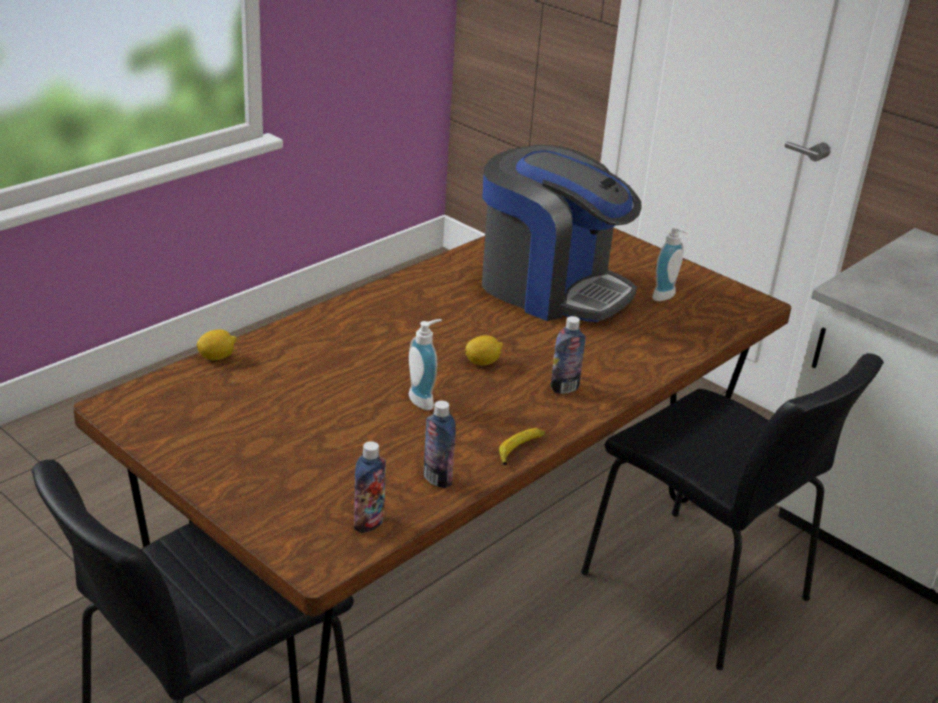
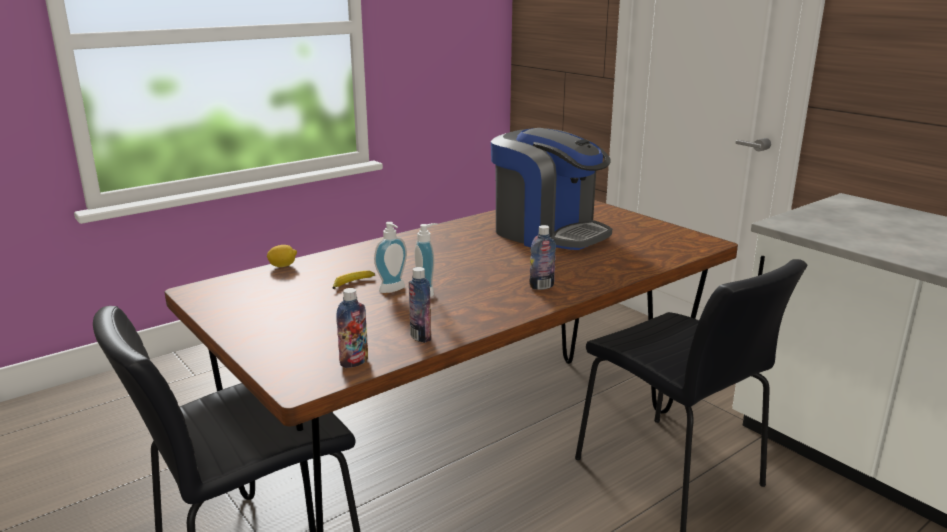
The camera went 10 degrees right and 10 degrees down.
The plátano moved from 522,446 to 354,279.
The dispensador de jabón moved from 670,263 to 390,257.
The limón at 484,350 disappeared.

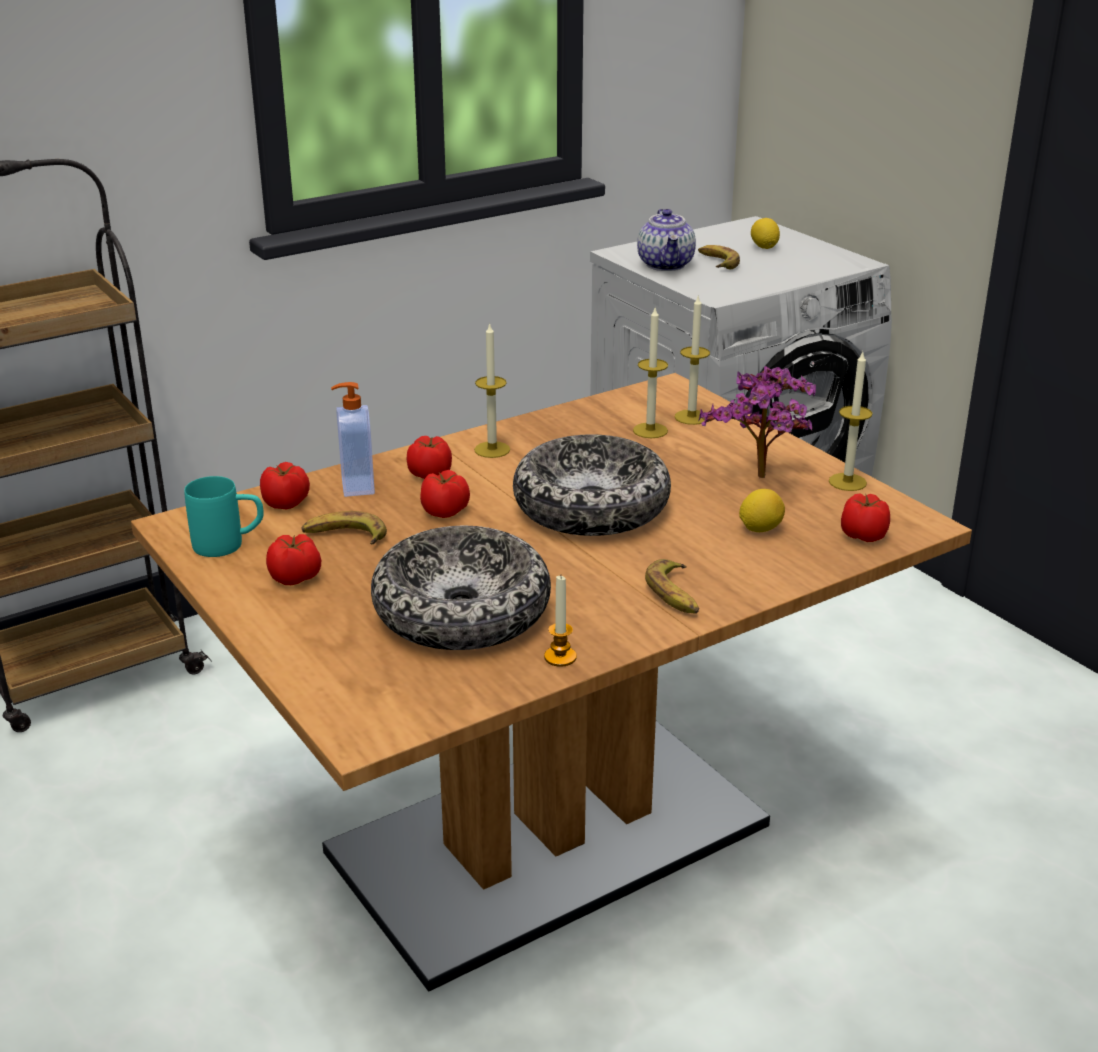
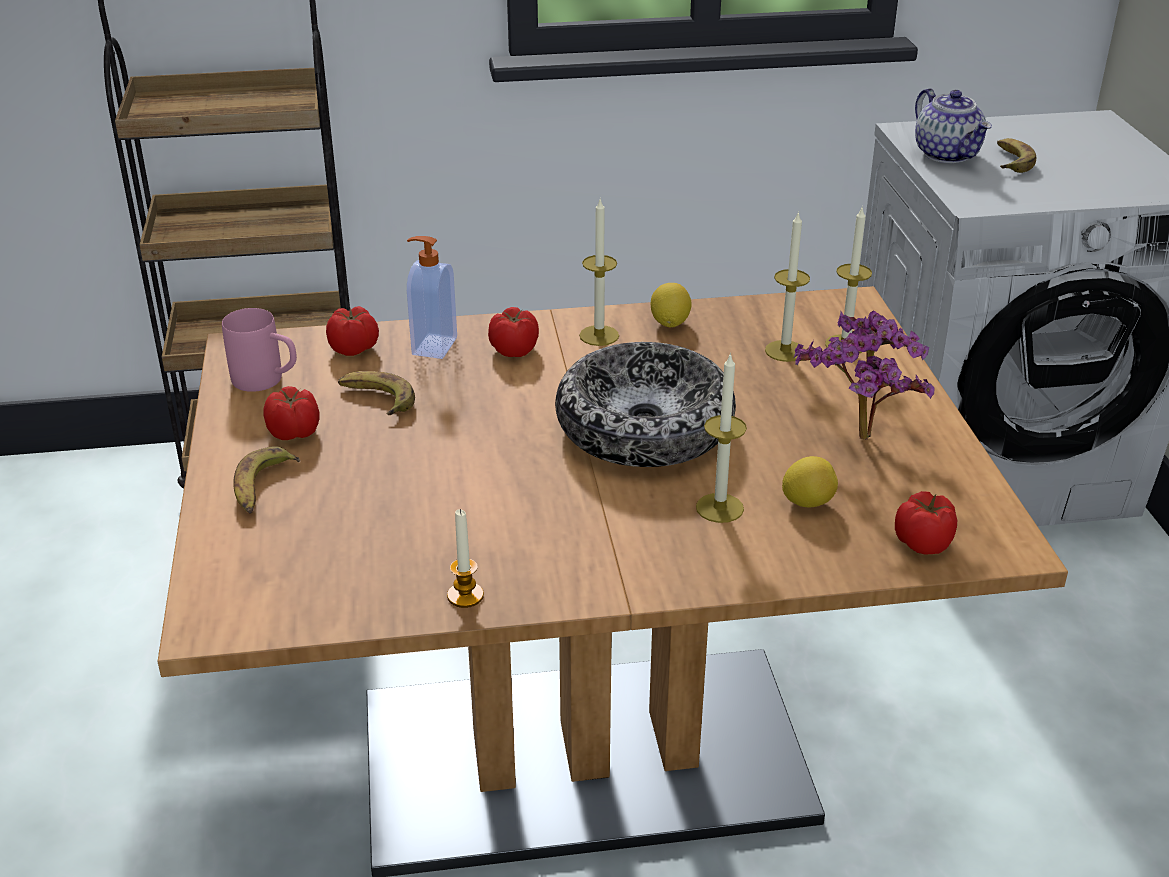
The camera went 25 degrees right and 5 degrees up.
The taza grande [turquesa] at 224,516 became the taza grande [rosa] at 259,350.
The plátano moved from 672,586 to 266,480.
The limón moved from 765,233 to 671,305.
The vela moved from 850,421 to 721,437.
The tetera at 666,240 turned 45 degrees counterclockwise.
The cuenco at 461,588 disappeared.
The tomate at 445,494 disappeared.

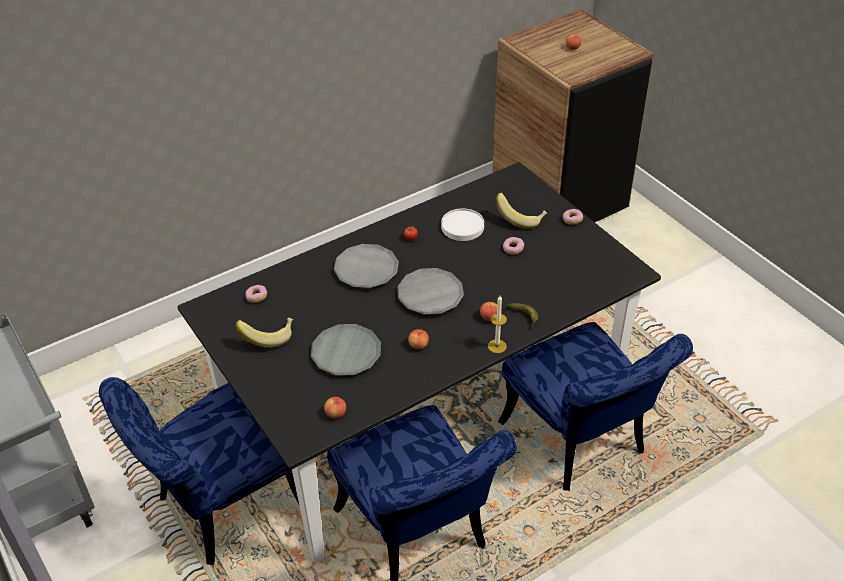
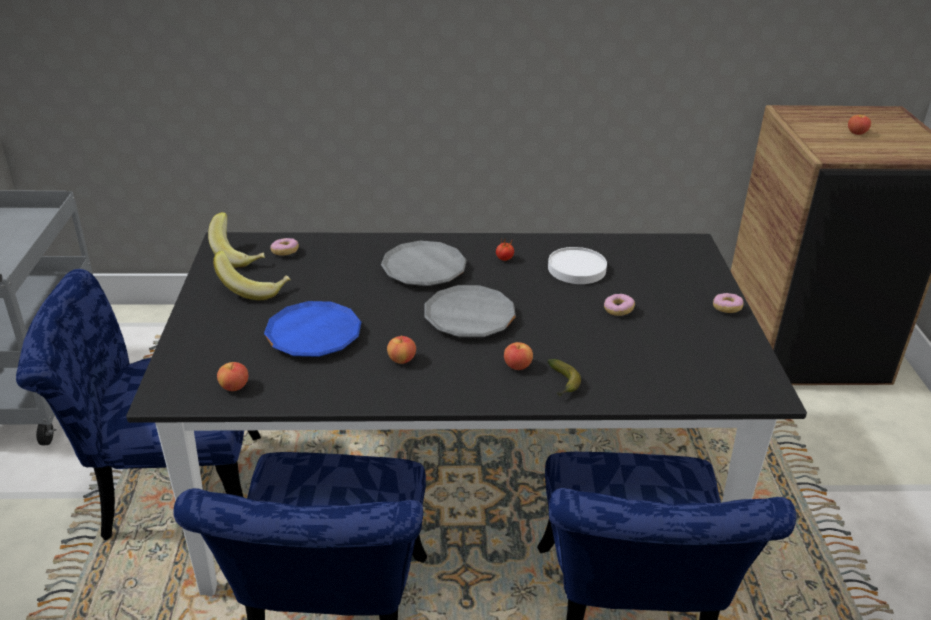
The camera went 30 degrees right and 10 degrees down.
The plátano moved from 521,211 to 236,240.
The plato [gris] at 346,350 became the plato [azul] at 312,329.
The vela at 497,324 disappeared.

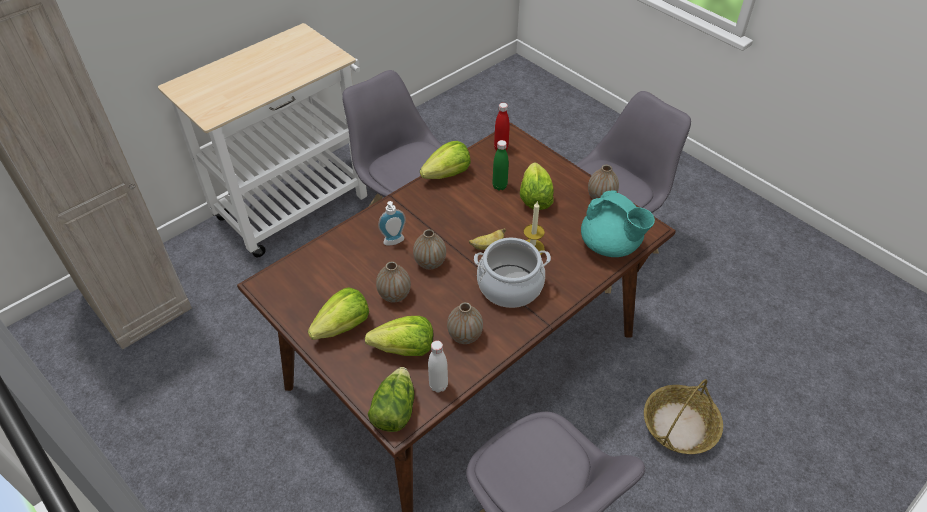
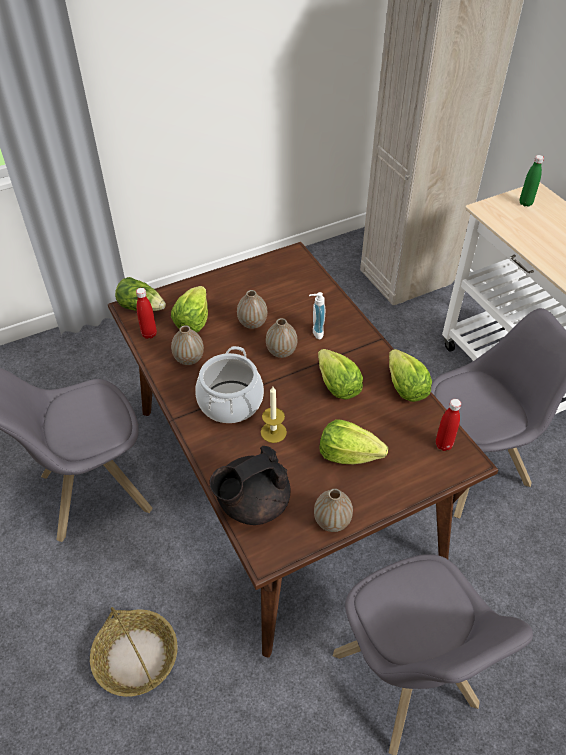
The camera went 105 degrees right and 0 degrees up.
The botella [blanco] at 438,367 became the botella [rojo] at 146,313.
The tetera [turquesa] at 618,224 became the tetera [negro] at 250,485.
The lechuga moved from 338,313 to 340,374.
The botella [verde] moved from 500,165 to 532,181.
The plátano at 487,239 disappeared.

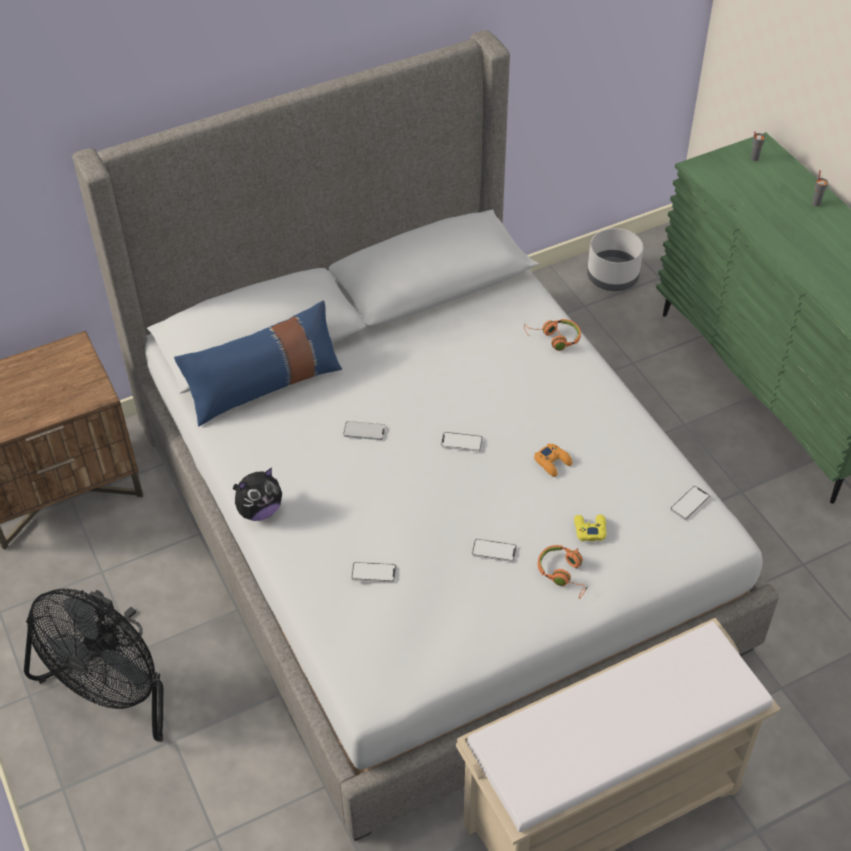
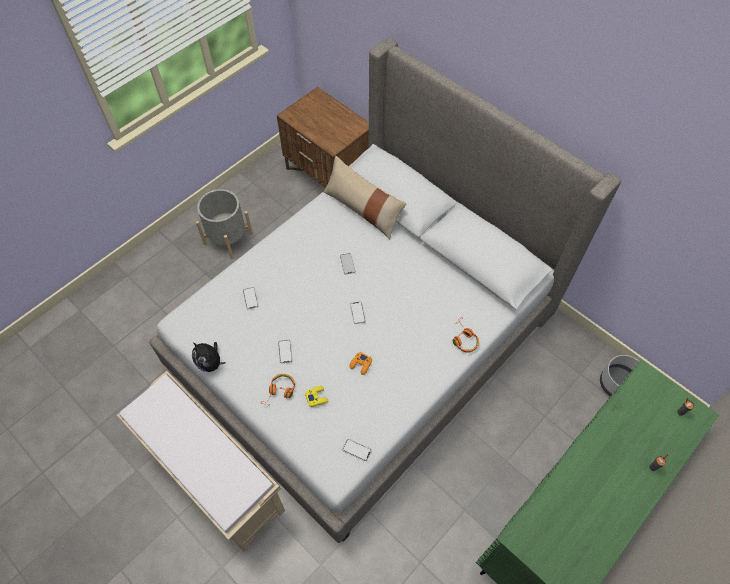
The camera went 70 degrees right and 10 degrees up.
The peluche moved from 257,494 to 208,357.
The ventilador [negro] at 93,665 was replaced by the maceta [gris] at 224,224.
The cojín [azul] at 258,363 became the cojín [beis] at 365,197.

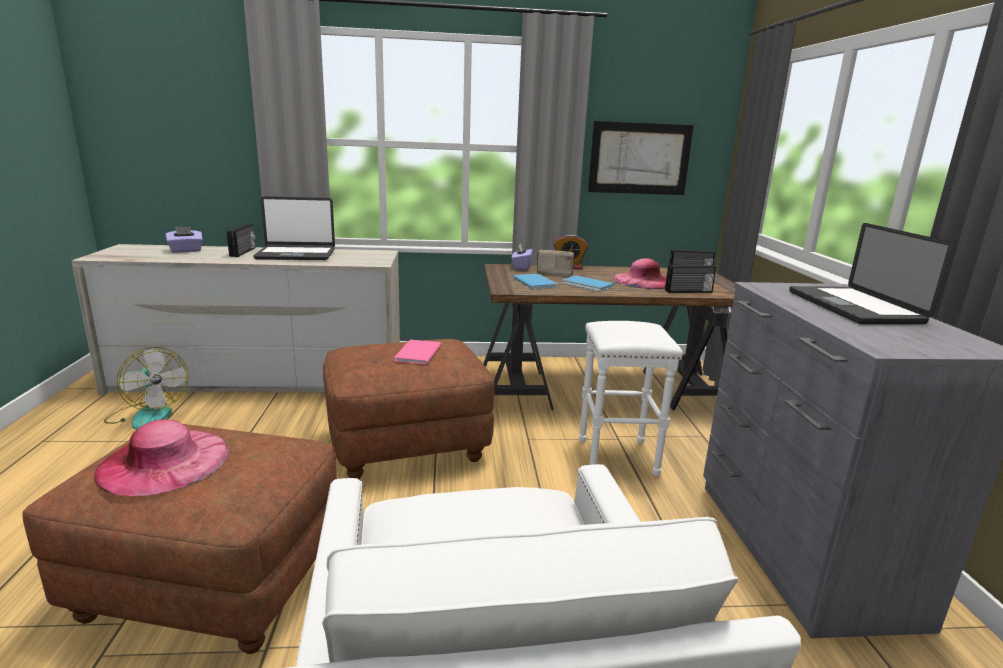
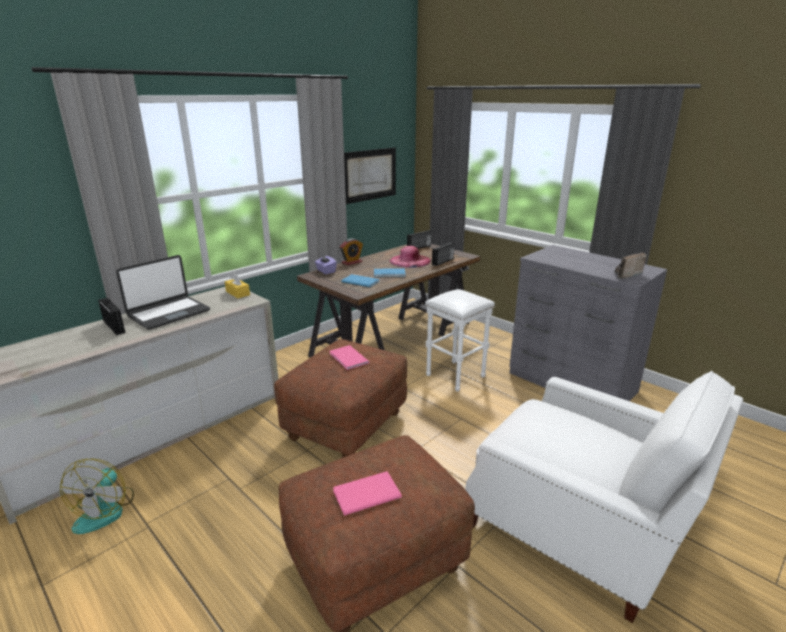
The camera went 40 degrees left and 5 degrees up.
The ventilador at 146,388 turned 90 degrees clockwise.
The caja de pañuelos [amarillo] at 237,285 appeared.
The sombrero [rosa] at 161,458 was replaced by the libro [rosa] at 367,493.
The radio moved from 556,262 to 630,266.
The caja de pañuelos [morado] at 184,239 disappeared.
The portátil at 871,273 disappeared.

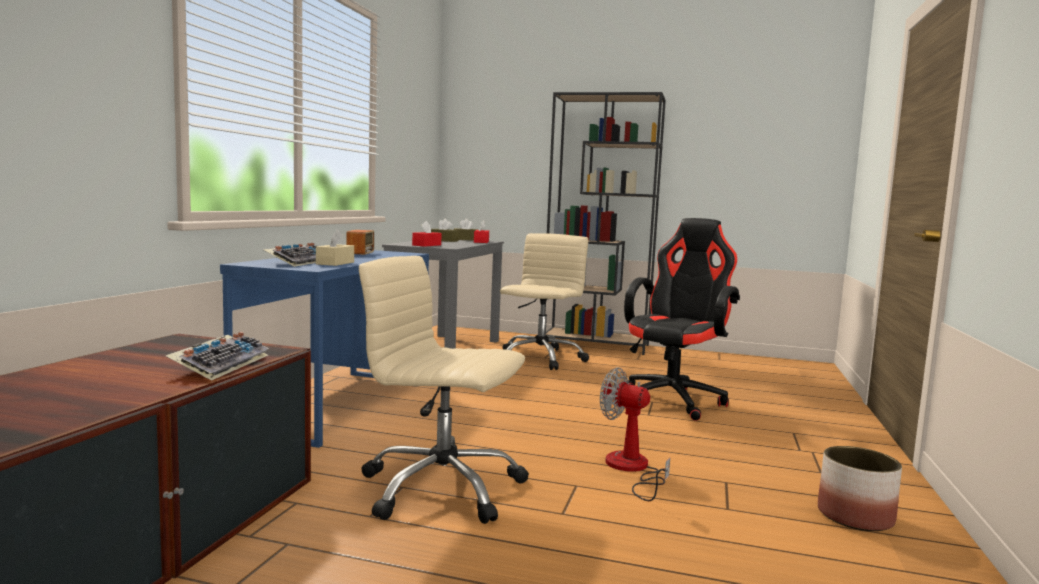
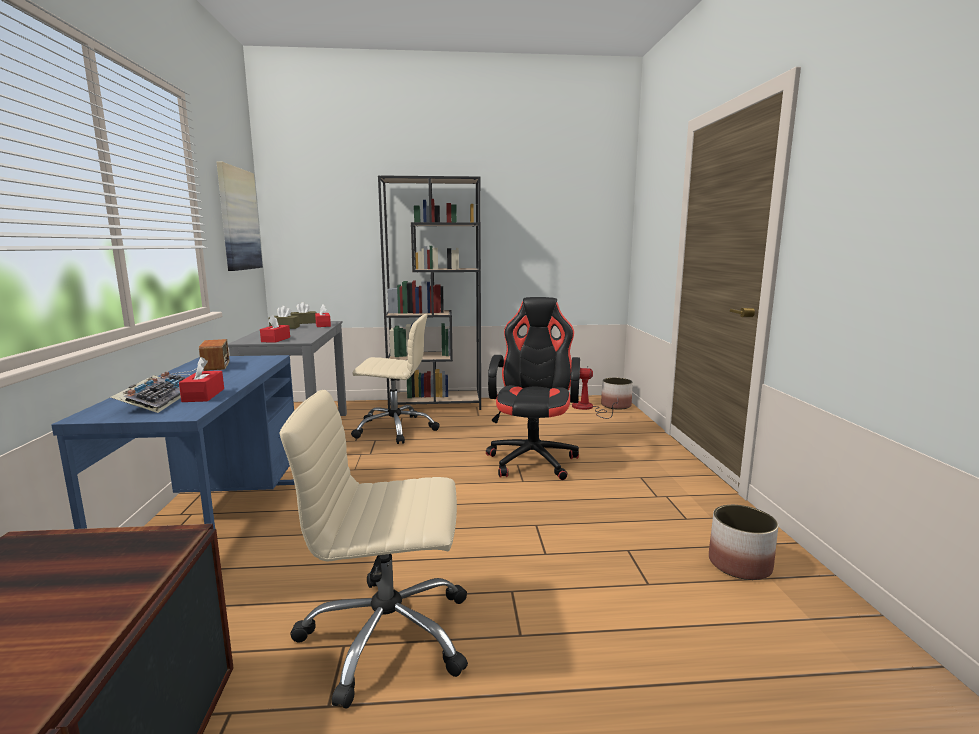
The camera went 20 degrees left and 5 degrees up.
The caja de pañuelos [beis] at 335,247 became the caja de pañuelos [rojo] at 201,379.
The cuadro at 240,216 appeared.
The silla de oficina [beis] at 544,301 turned 90 degrees clockwise.
The ventilador moved from 635,434 to 595,392.
The maceta at 617,394 appeared.
The teclado at 217,356 disappeared.

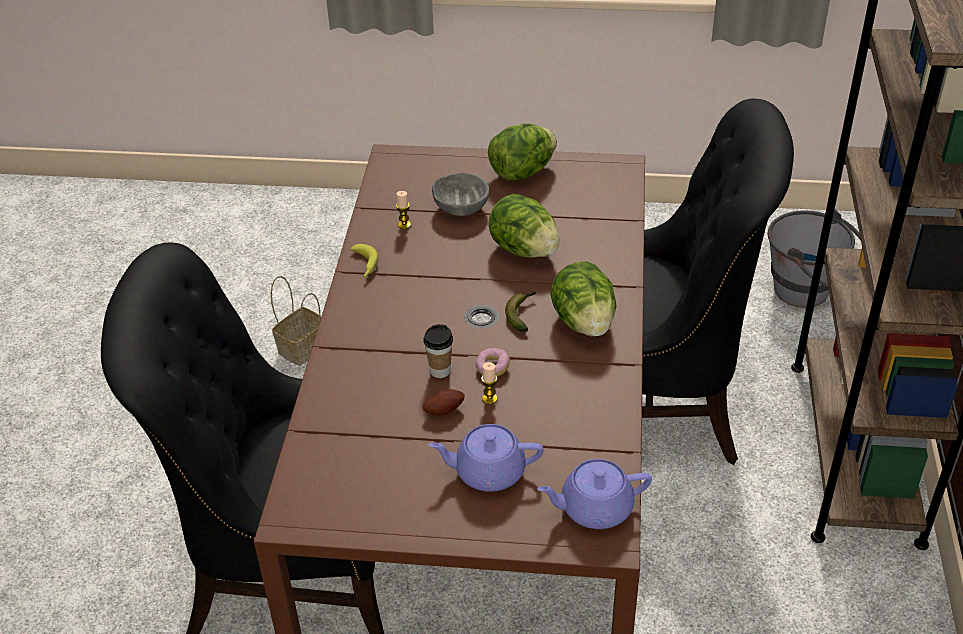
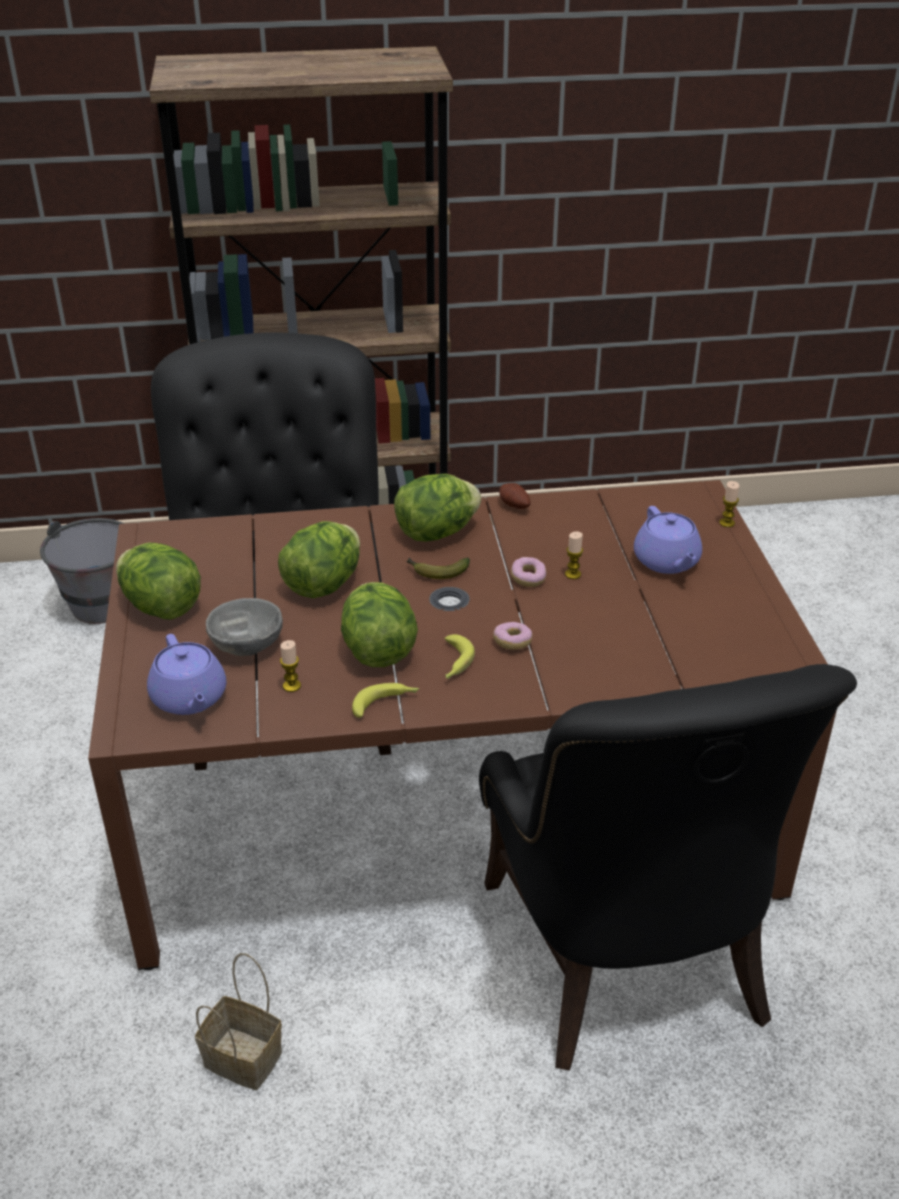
The camera went 105 degrees left and 5 degrees down.
The tetera [morado] moved from 594,494 to 186,674.
The lechuga at 379,624 appeared.
The plátano at 459,656 appeared.
The rosquilla at 513,635 appeared.
The patata moved from 444,402 to 515,496.
The vela at 729,504 appeared.
The taza at 438,351 disappeared.

